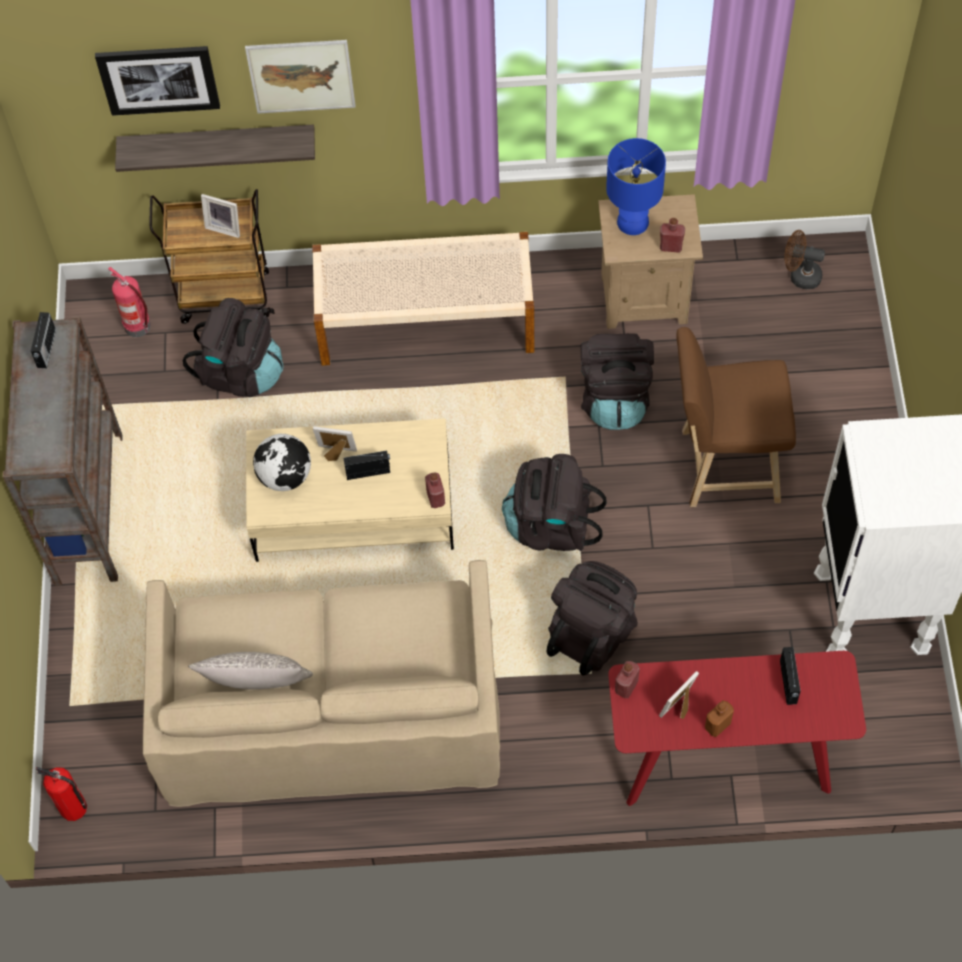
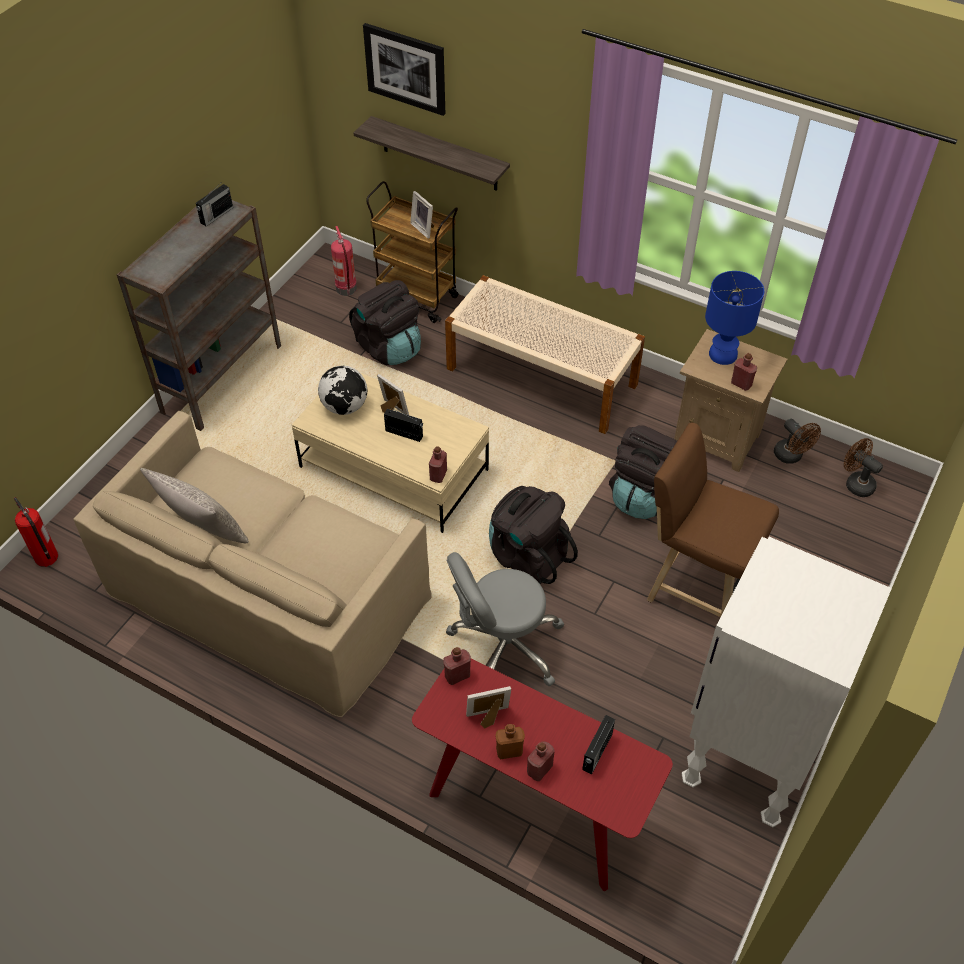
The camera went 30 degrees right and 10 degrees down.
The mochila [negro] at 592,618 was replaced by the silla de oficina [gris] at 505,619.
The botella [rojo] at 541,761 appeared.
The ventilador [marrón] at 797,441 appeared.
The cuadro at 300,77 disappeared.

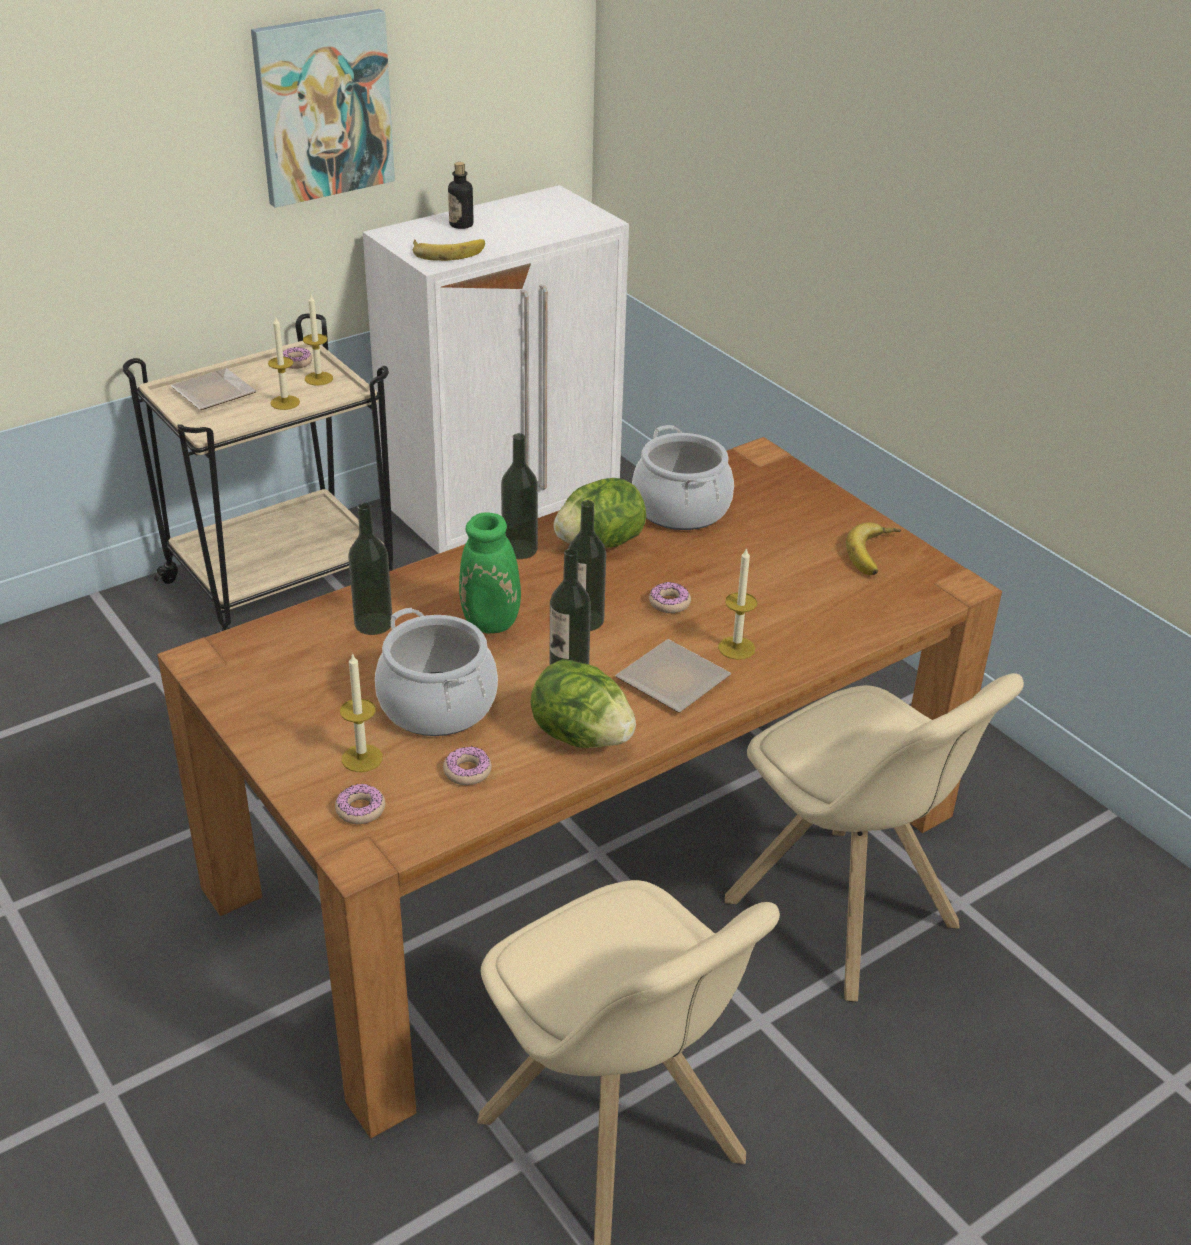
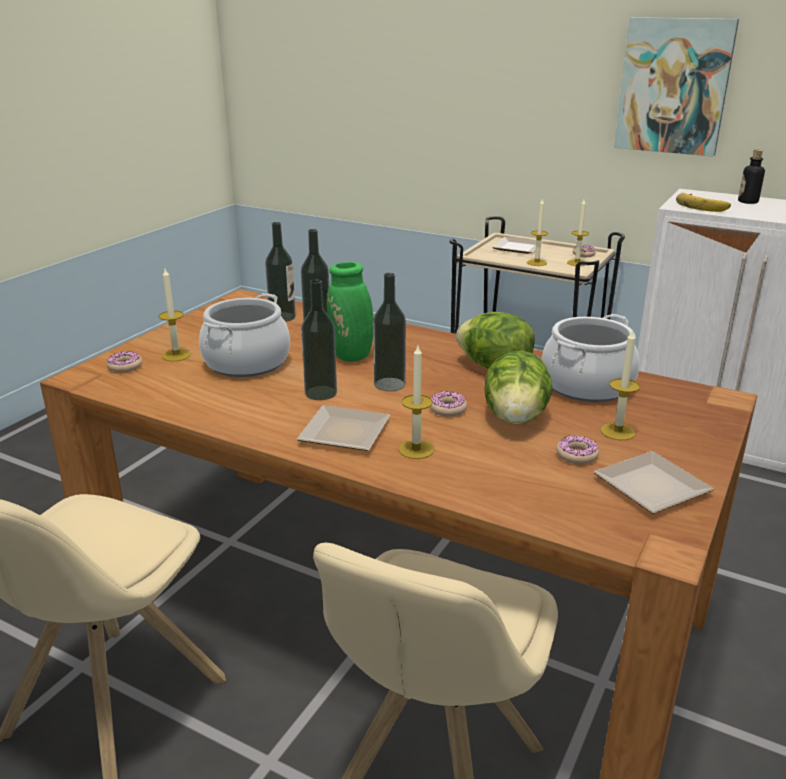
The camera went 65 degrees right and 10 degrees down.
The botella moved from 519,496 to 280,272.
The lechuga moved from 583,703 to 518,387.
The rosquilla moved from 467,765 to 577,449.
The plátano at 873,548 was replaced by the plato at 653,482.
The vela at 620,385 appeared.

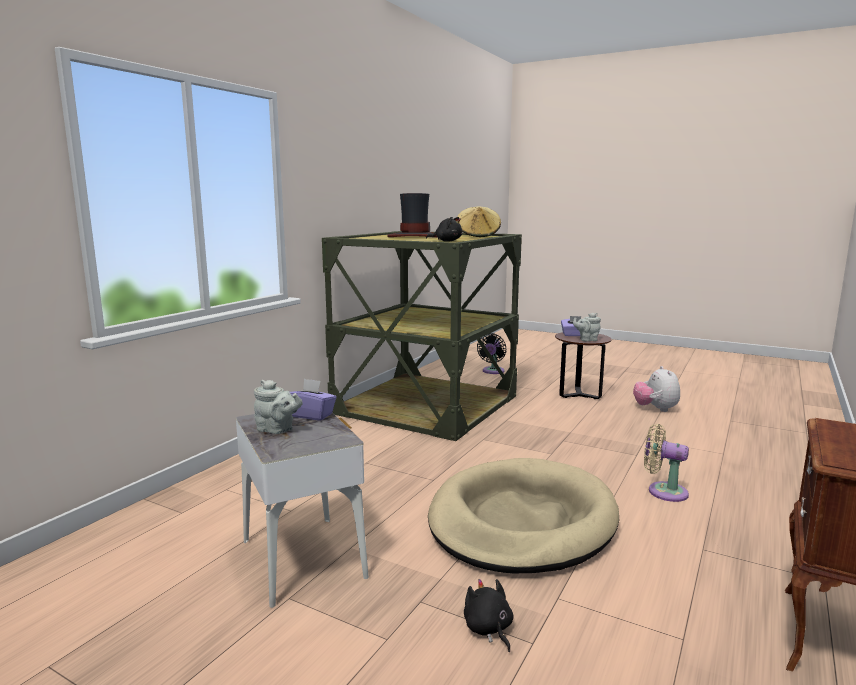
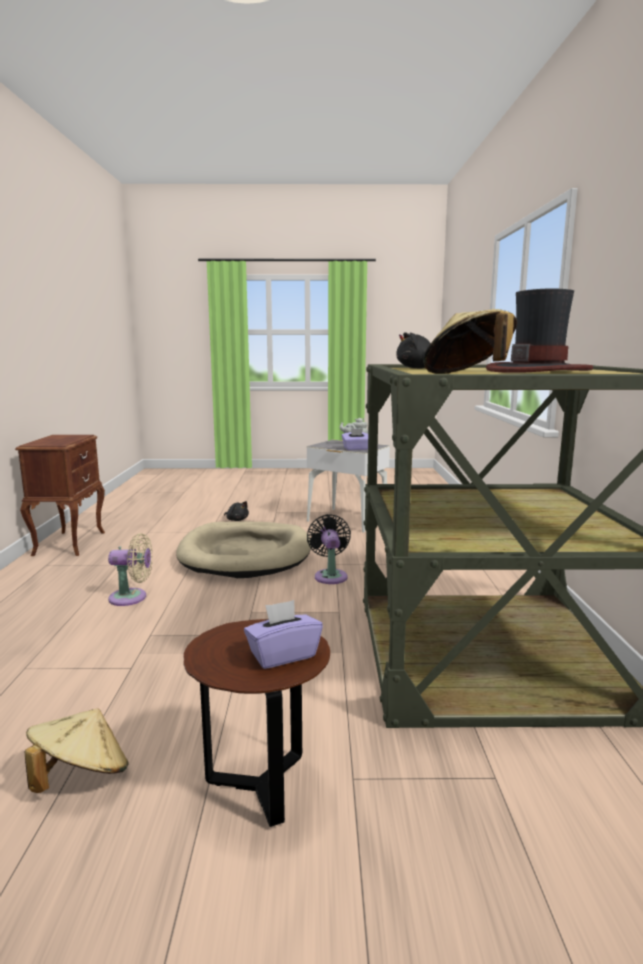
The camera went 150 degrees right and 0 degrees up.
The peluche at 656,389 was replaced by the sombrero [beis] at 76,750.
The ventilador [negro] moved from 491,353 to 329,549.
The tetera [gris] at 587,327 disappeared.

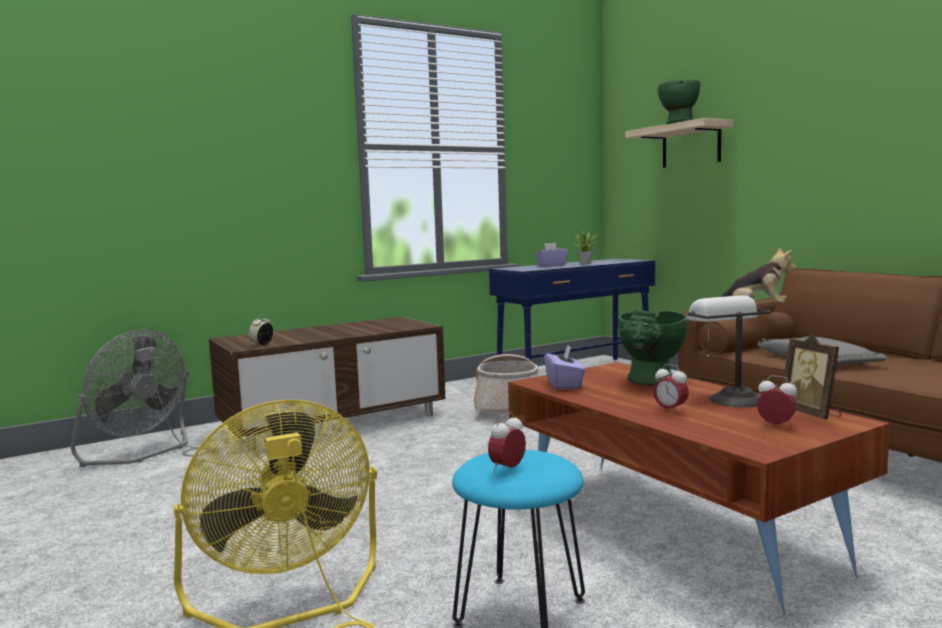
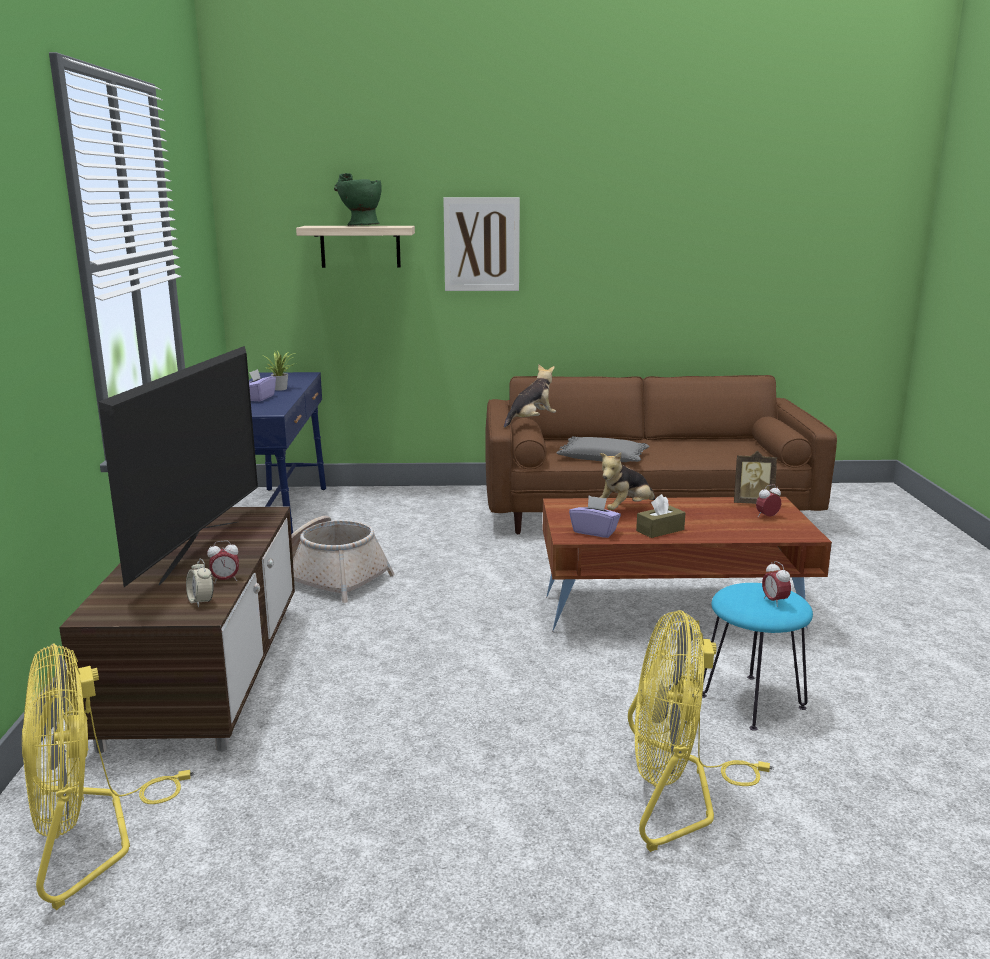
The camera went 60 degrees left and 10 degrees up.
The ventilador [gris] at 144,398 became the ventilador [amarillo] at 108,777.
The televisor at 178,466 appeared.
The despertador moved from 671,389 to 223,562.
The cuadro at 481,244 appeared.
The florero [verde] at 653,347 was replaced by the peluche at 627,481.
The caja de pañuelos [marrón] at 661,516 appeared.
The lámpara de mesa at 729,351 disappeared.

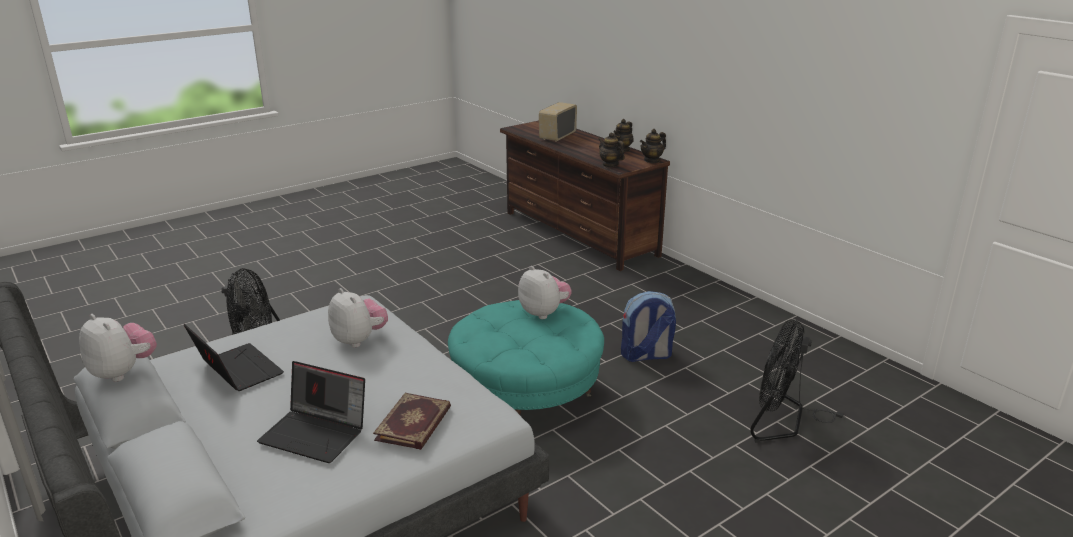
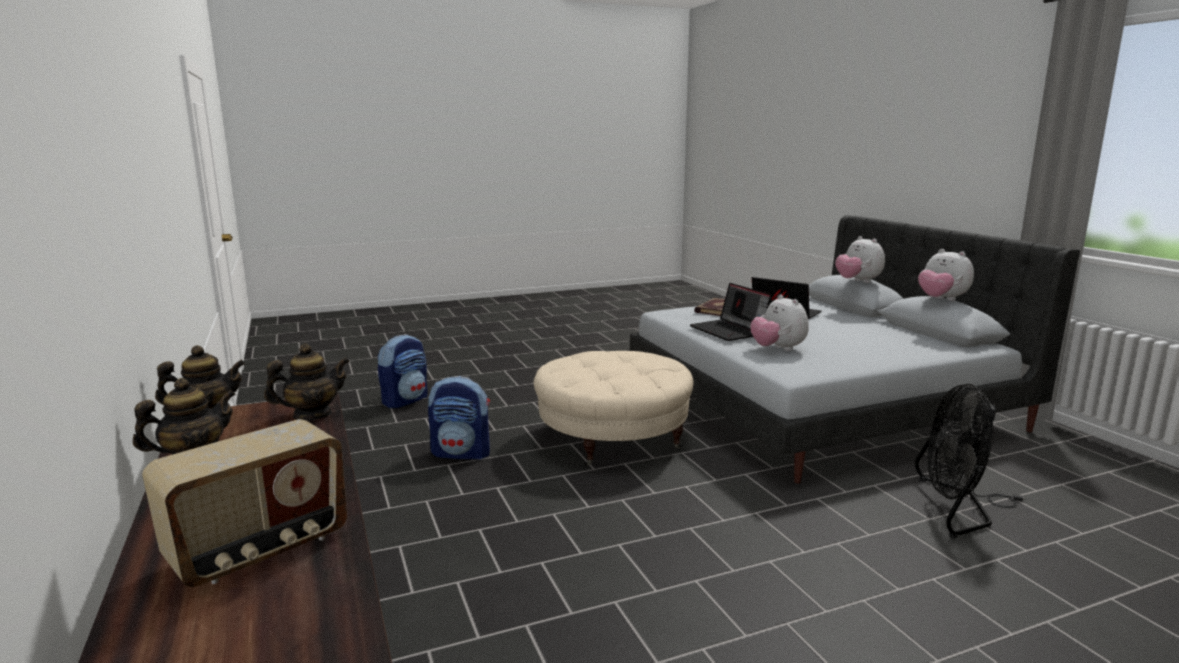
The camera went 165 degrees left and 10 degrees down.
The tetera at 611,149 turned 90 degrees counterclockwise.
The ventilador [negro] at 797,381 was replaced by the mochila at 402,371.
The puf [turquesa] at 526,357 became the puf [beis] at 614,408.
The portátil moved from 234,357 to 730,312.
The peluche moved from 545,292 to 860,259.

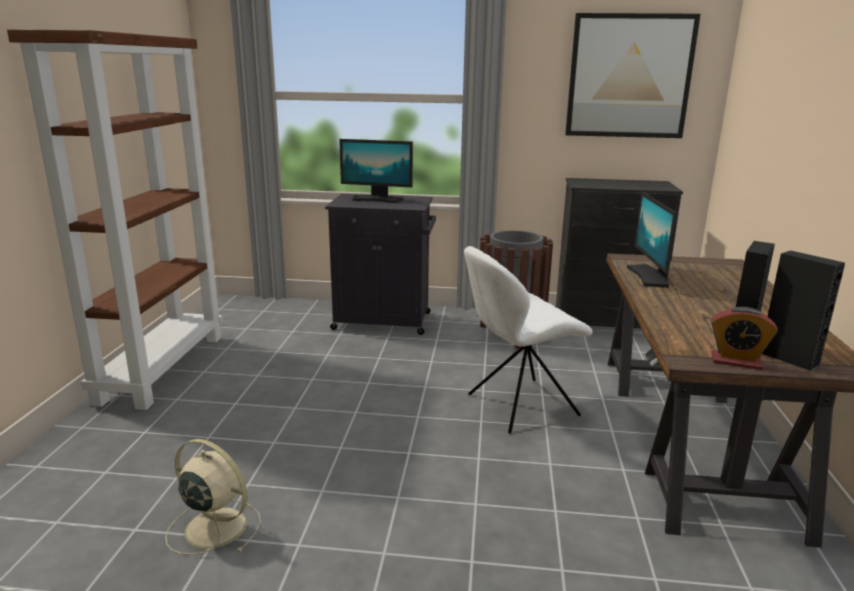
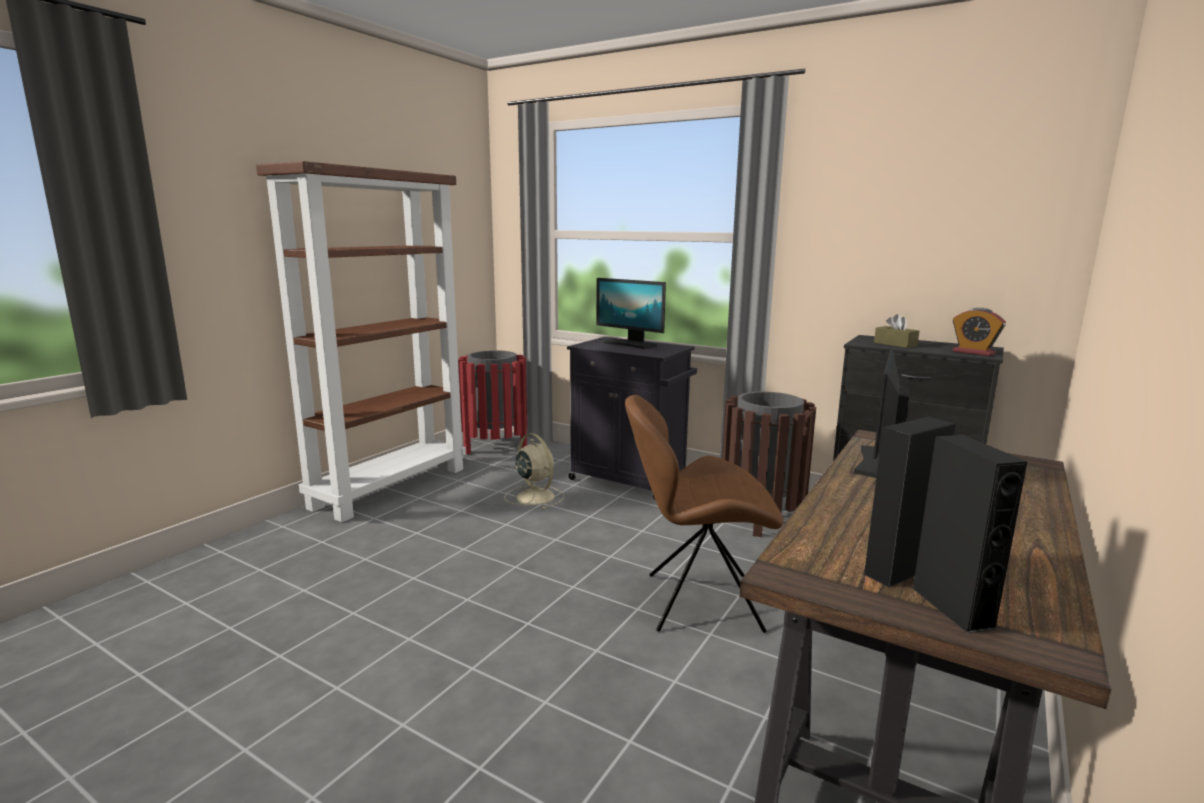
The camera went 25 degrees right and 5 degrees down.
The papelera [rojo] at 492,402 appeared.
The ventilador [beis] moved from 213,497 to 534,471.
The silla [blanco] at 528,340 became the silla [marrón] at 704,514.
The caja de pañuelos [marrón] at 896,331 appeared.
The despertador moved from 744,338 to 979,332.
The cuadro at 633,75 disappeared.

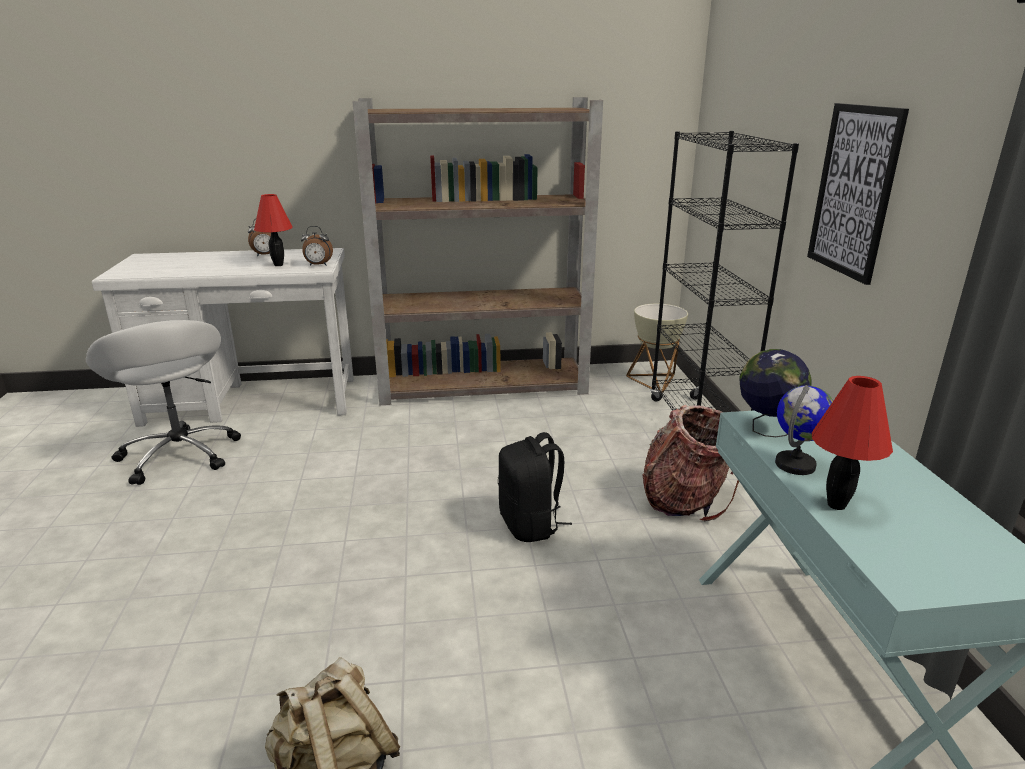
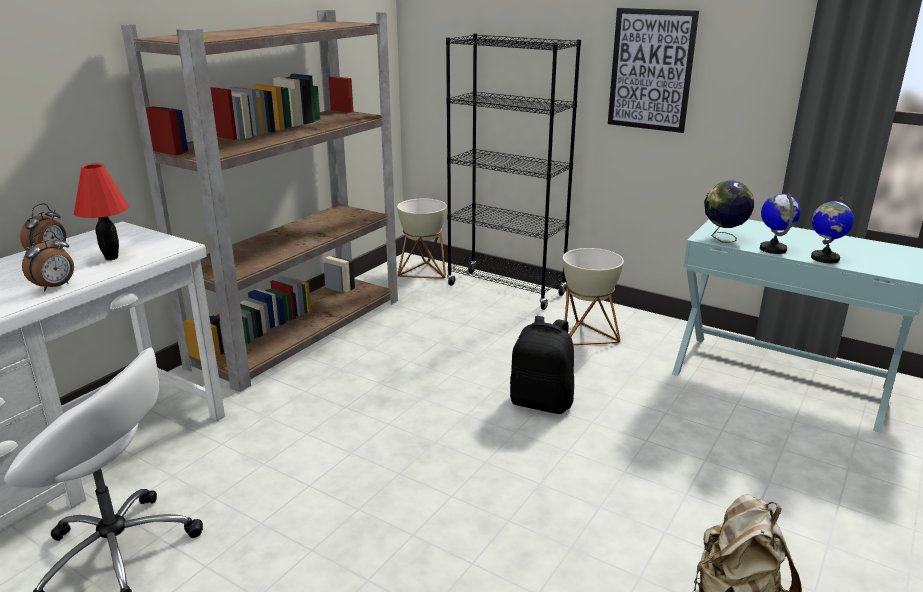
The camera went 50 degrees left and 0 degrees up.
The despertador moved from 317,246 to 48,260.
The mochila at 690,463 was replaced by the maceta at 593,296.
The lámpara de mesa [rojo] at 852,443 was replaced by the globo terráqueo at 832,229.

